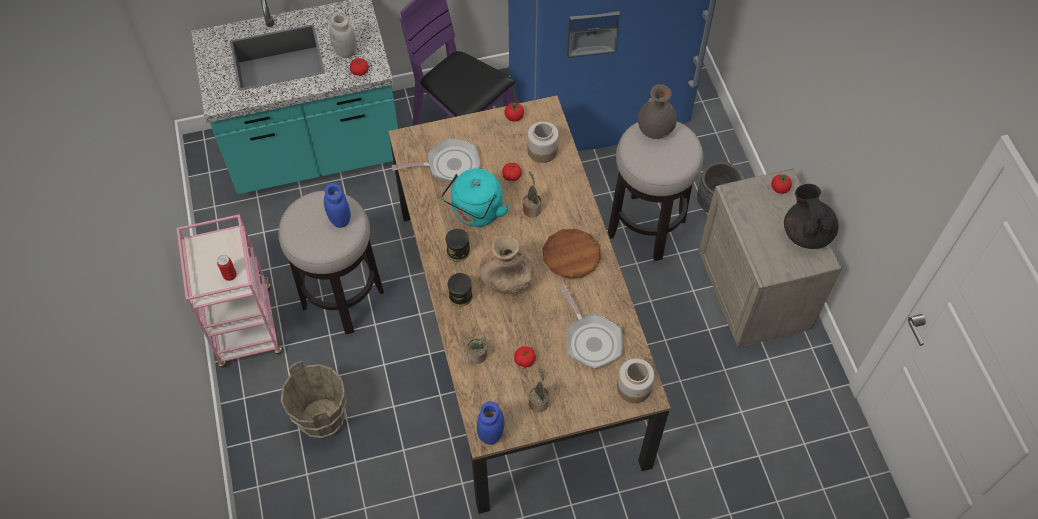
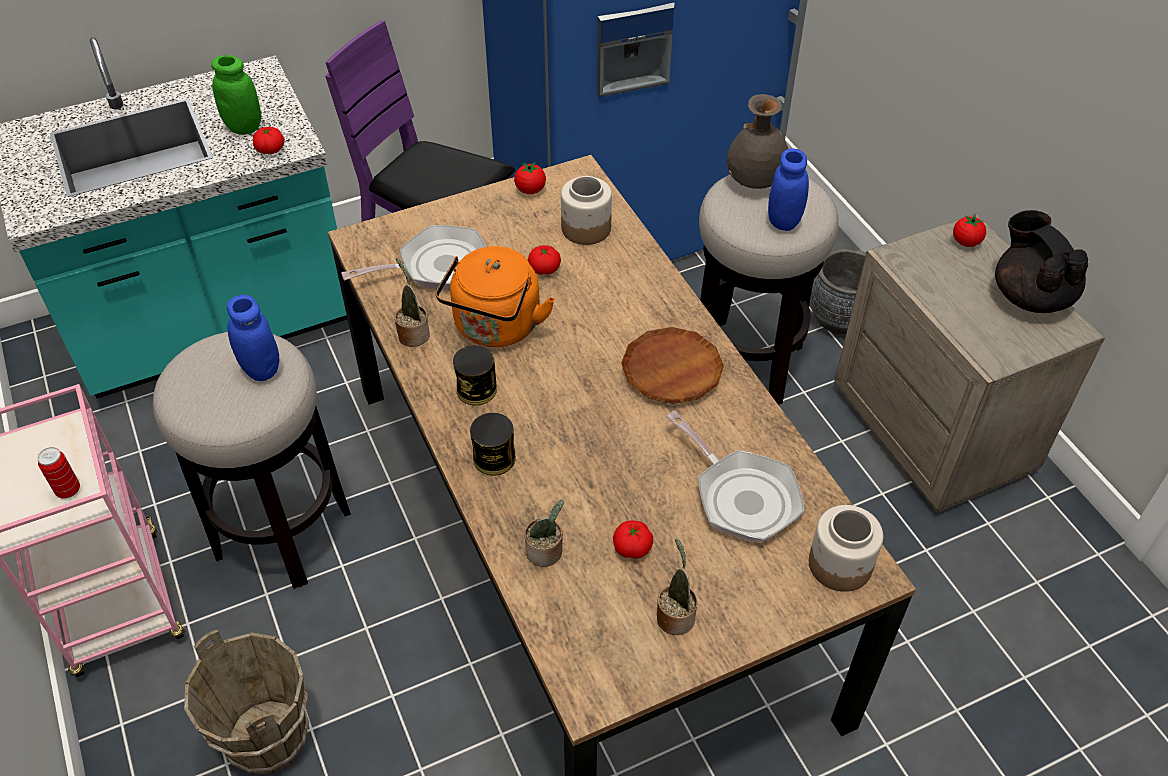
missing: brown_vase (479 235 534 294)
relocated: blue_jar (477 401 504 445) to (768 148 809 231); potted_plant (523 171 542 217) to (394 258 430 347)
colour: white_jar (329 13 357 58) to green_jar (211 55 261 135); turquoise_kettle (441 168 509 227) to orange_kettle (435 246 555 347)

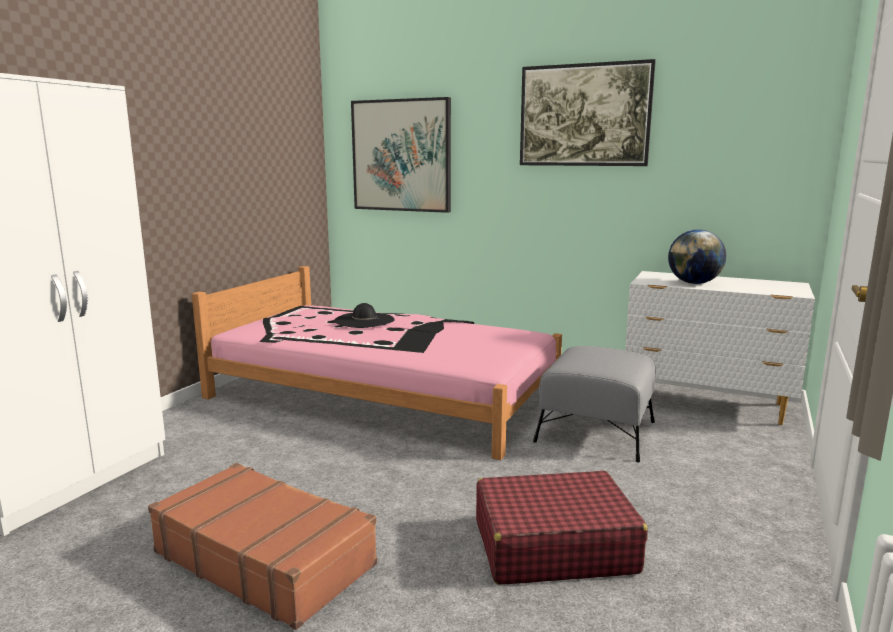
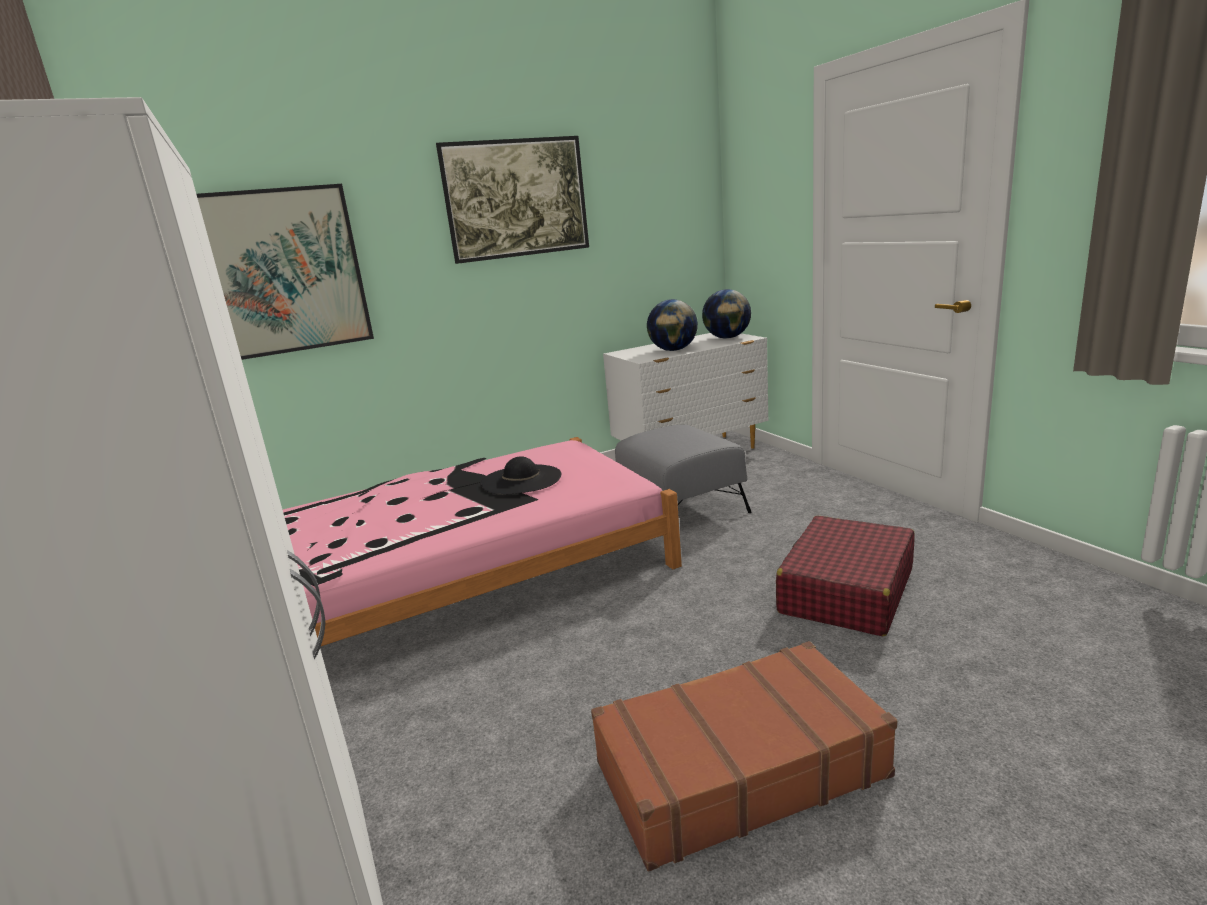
appeared: globe (702 289 751 339)
relocated: black_hat (334 303 395 328) to (480 456 561 495)

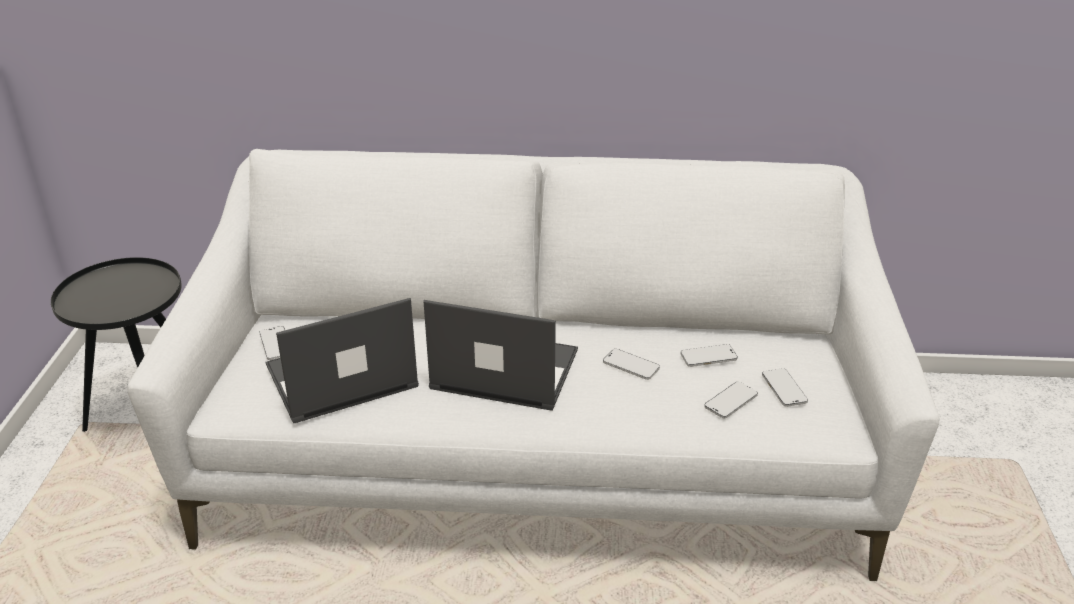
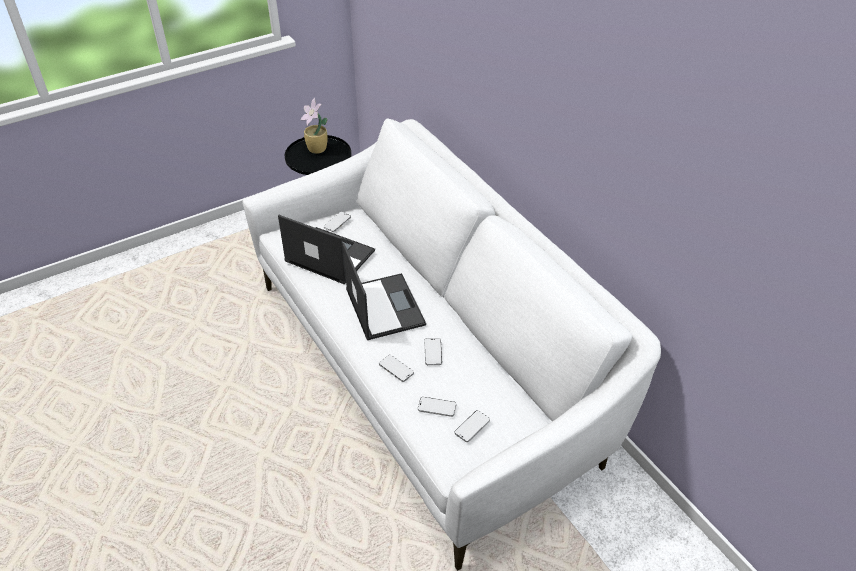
appeared: potted_plant (301 98 328 154)
relocated: phone (681 344 738 367) to (379 355 414 382)

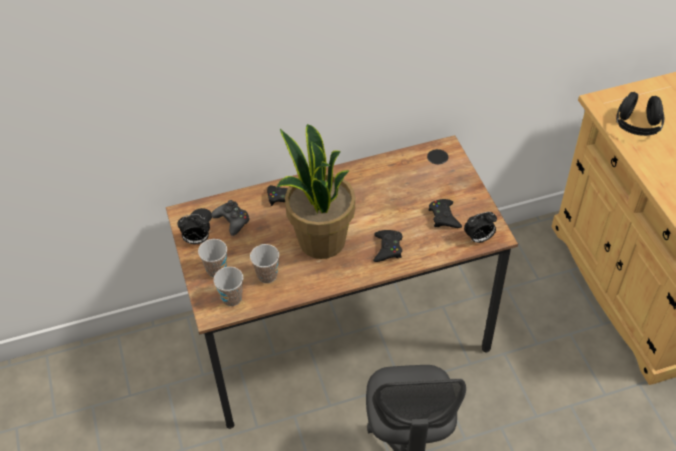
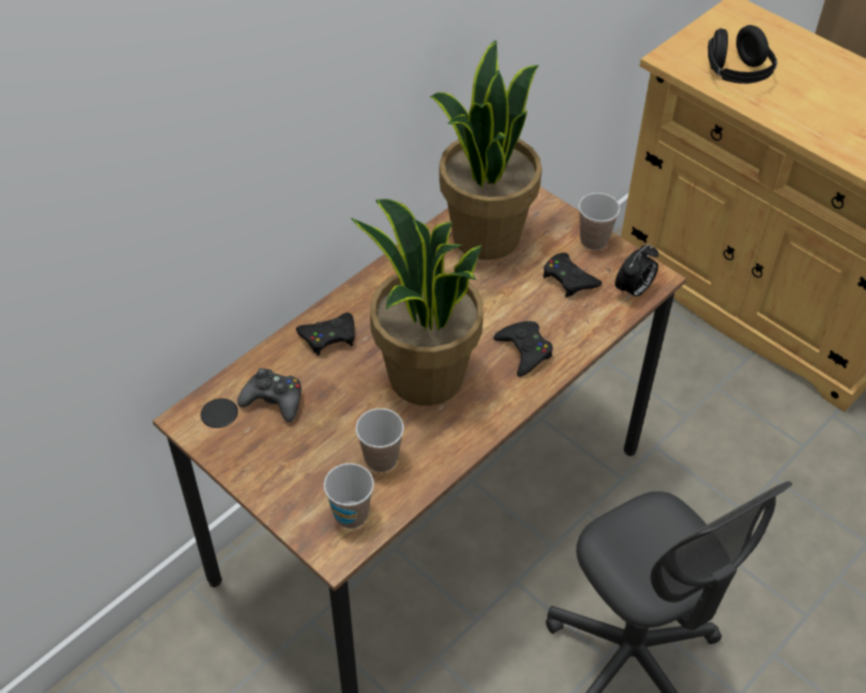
missing: alarm_clock (177 214 210 244)
appeared: potted_plant (430 40 542 260)
relocated: cup (198 239 227 278) to (579 193 620 250)

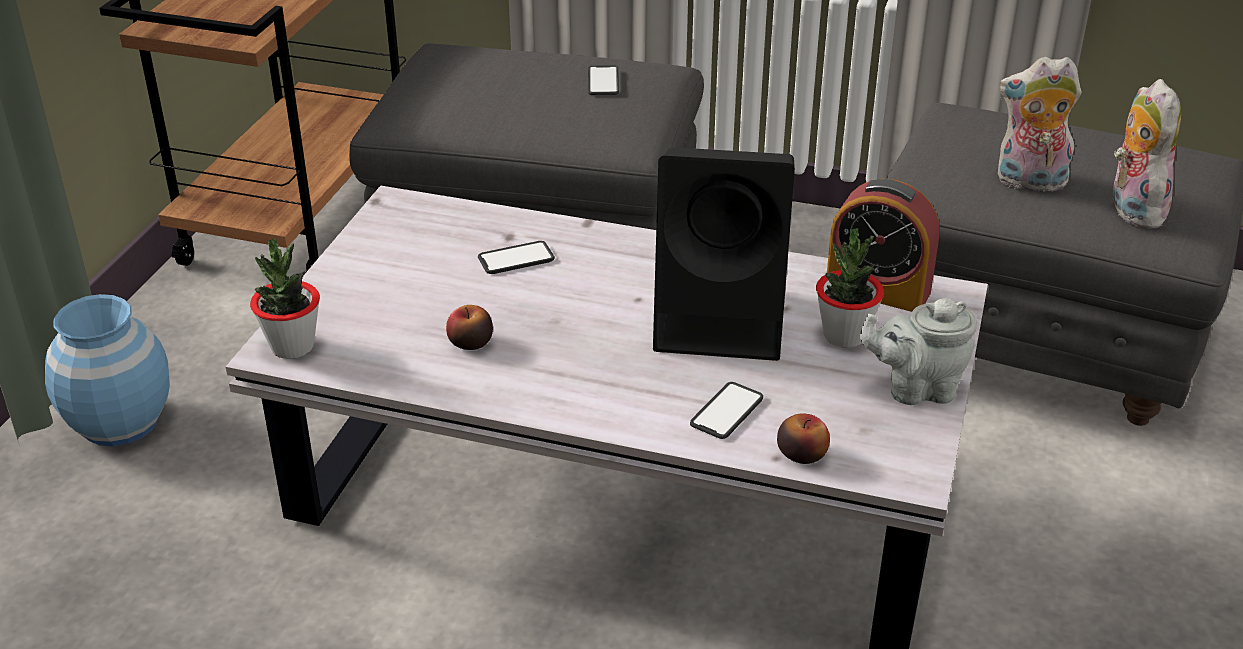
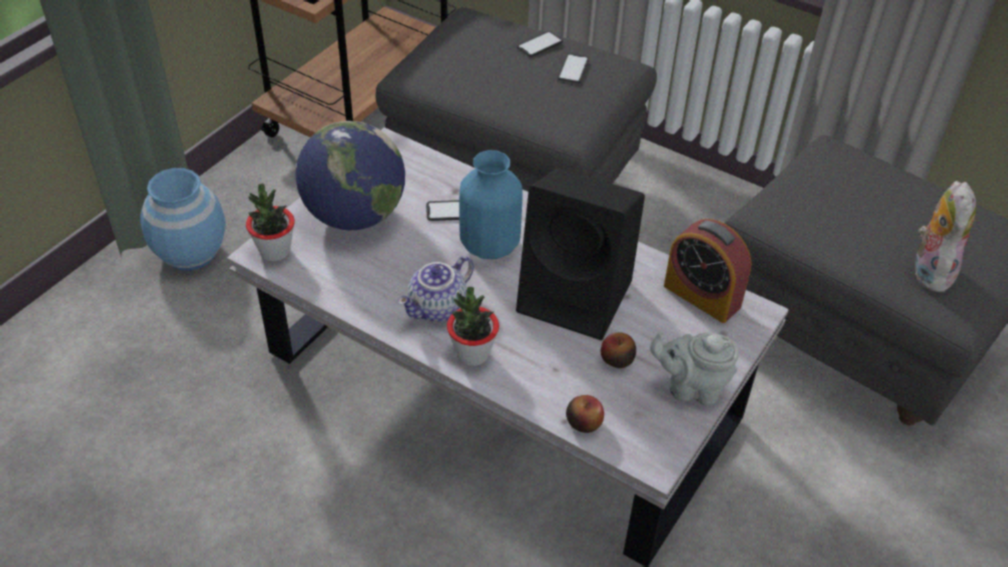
missing: plush_toy (998 57 1082 192)
appeared: globe (295 121 405 230); teapot (398 256 474 322); blue_vase (459 150 523 259)
relocated: apple (446 305 493 350) to (601 332 636 368); phone (690 382 763 439) to (517 31 563 57); potted_plant (816 228 884 348) to (447 287 499 366)

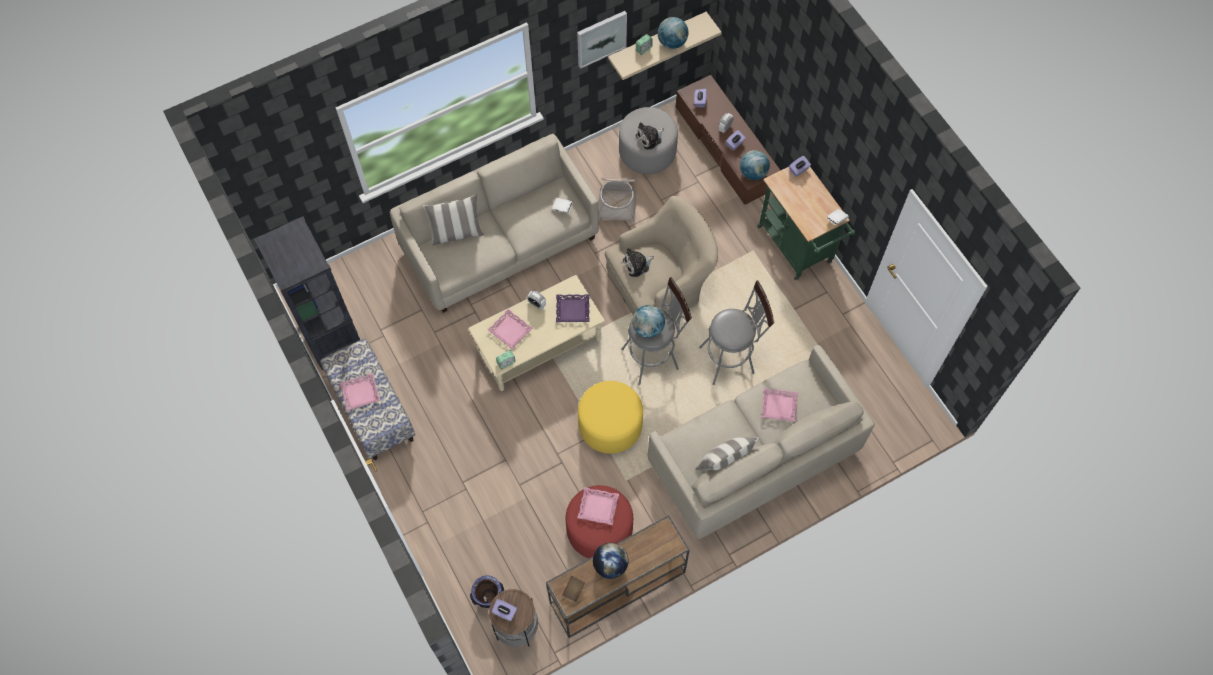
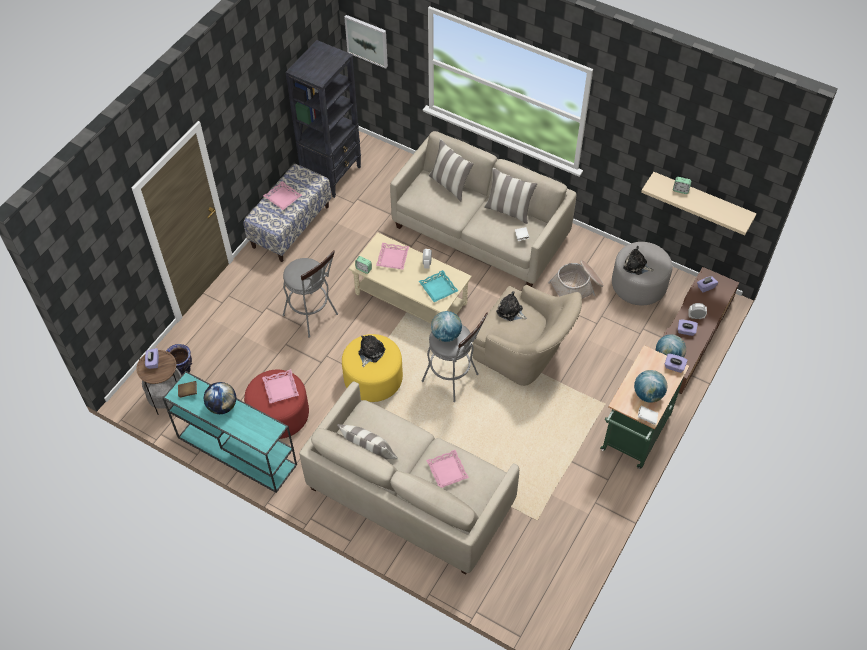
appeared: plush_toy (358 335 385 367); pillow (484 168 537 224)
relocated: picture (577 11 627 69) to (344 15 388 69); globe (658 17 688 49) to (634 370 667 403); grey_stool (699 280 775 385) to (283 250 338 338)
colour: brown_console_table (546 515 690 638) to turquoise_console_table (163 371 297 493); purple_tray (556 294 590 322) to turquoise_tray (419 270 458 302)

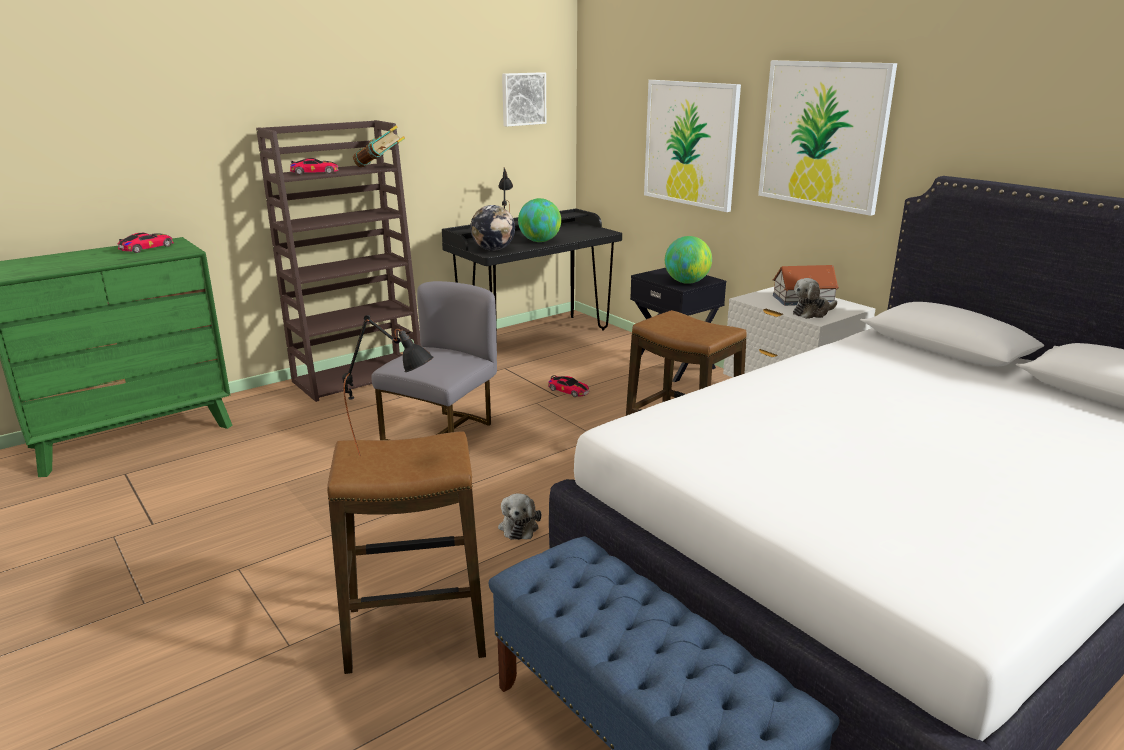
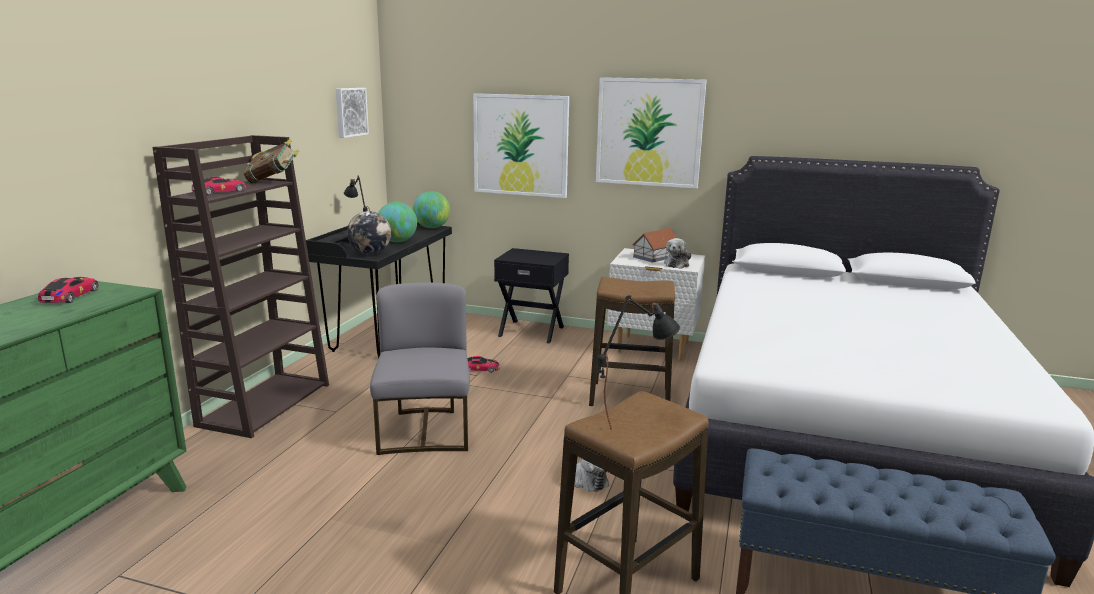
relocated: globe (665 236 712 284) to (413 191 450 228)

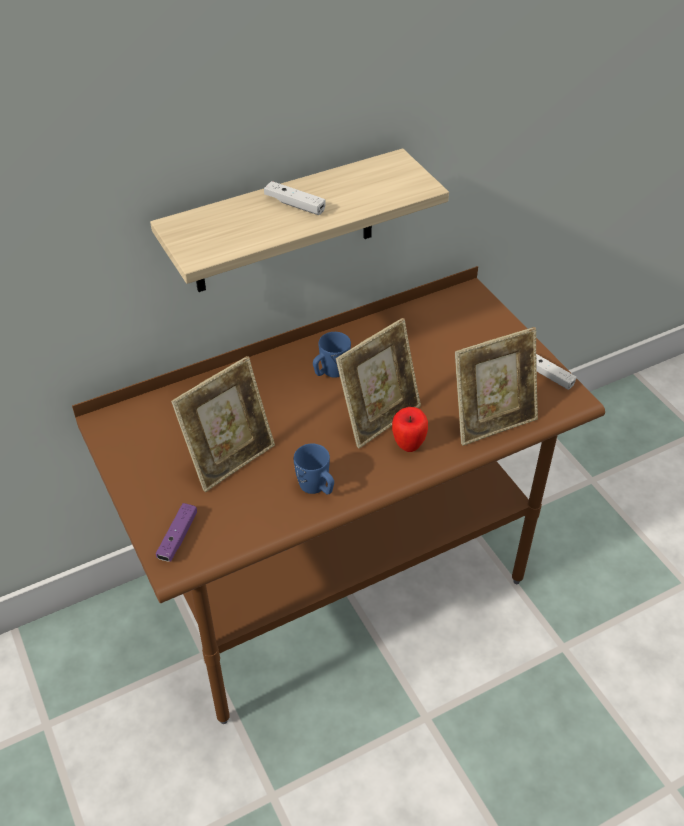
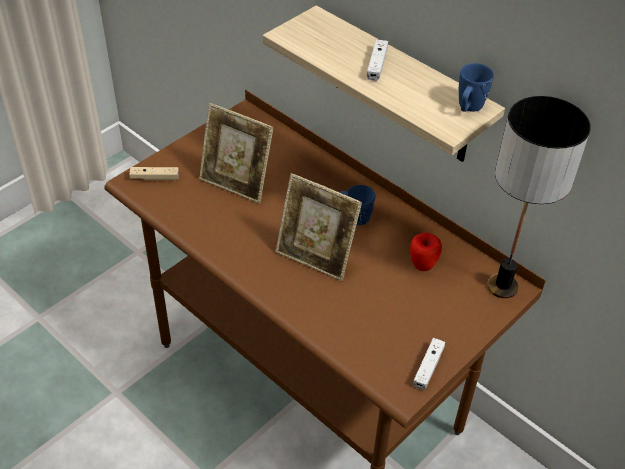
missing: picture_frame (455 327 538 446)
appeared: table_lamp (487 96 591 298)
relocated: blue_mug (294 444 334 495) to (459 63 494 112); apple (392 407 428 452) to (410 233 442 271)
colour: purple_game_controller (156 503 197 562) to beige_game_controller (129 167 179 180)

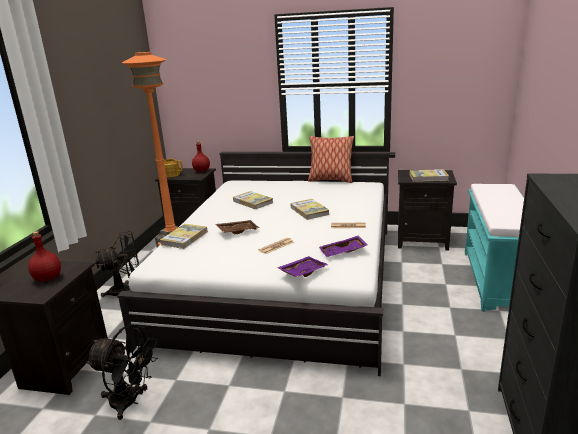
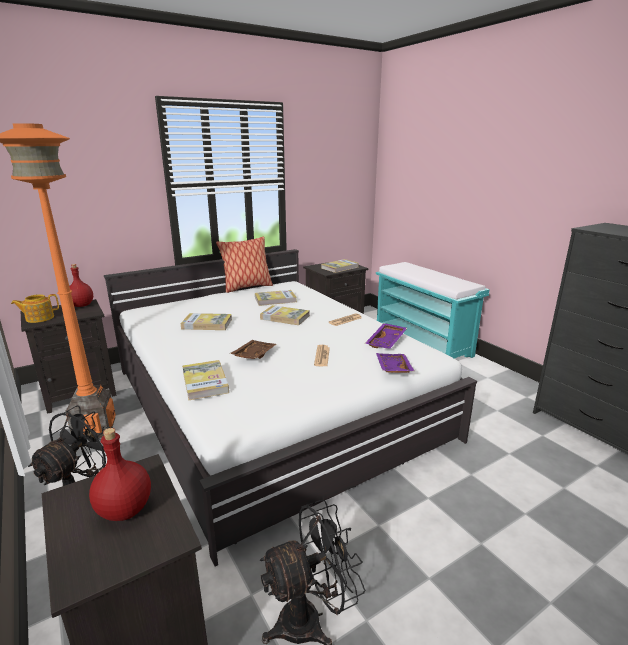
appeared: book (255 290 297 306)

